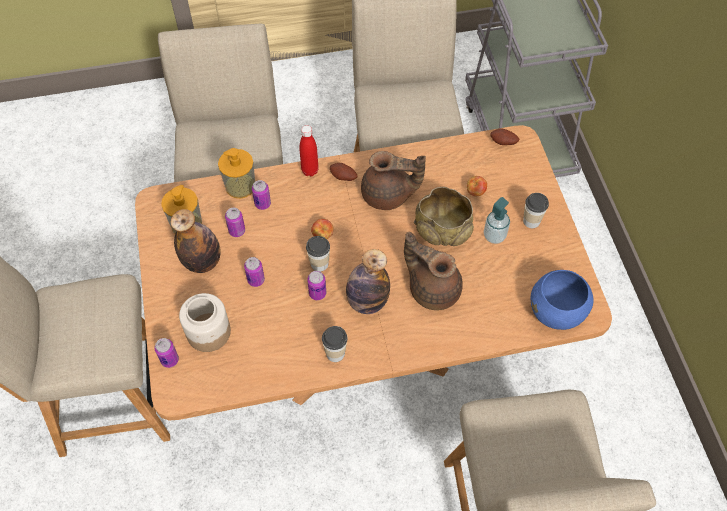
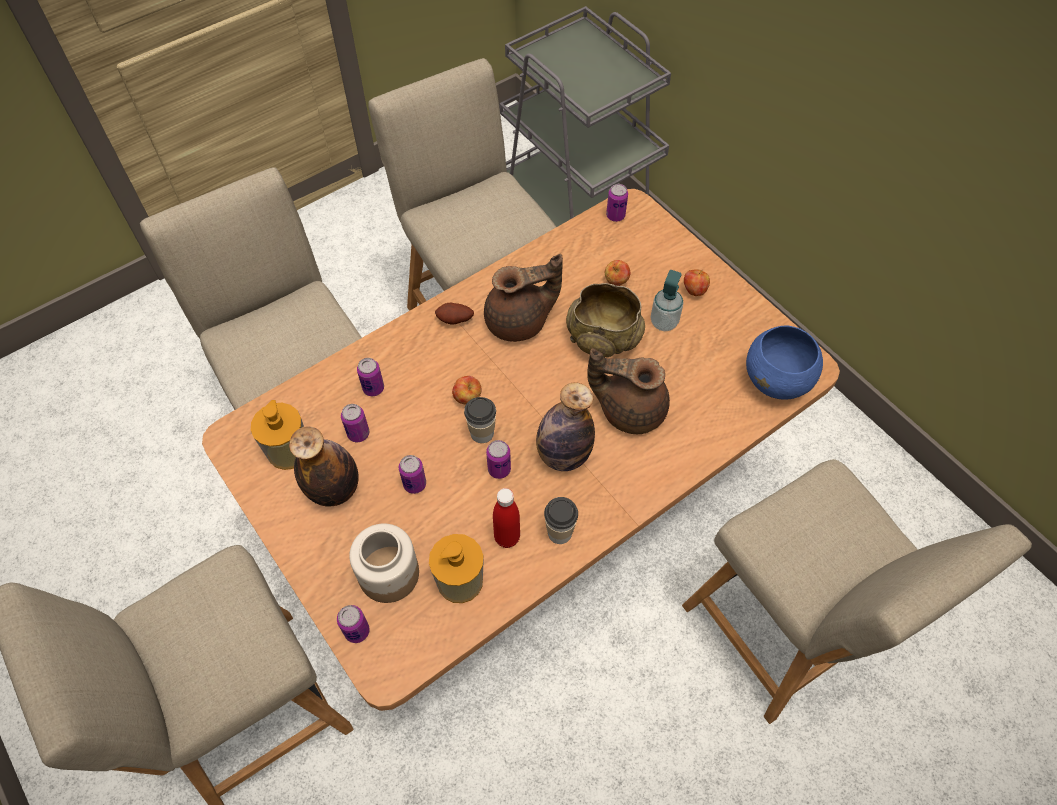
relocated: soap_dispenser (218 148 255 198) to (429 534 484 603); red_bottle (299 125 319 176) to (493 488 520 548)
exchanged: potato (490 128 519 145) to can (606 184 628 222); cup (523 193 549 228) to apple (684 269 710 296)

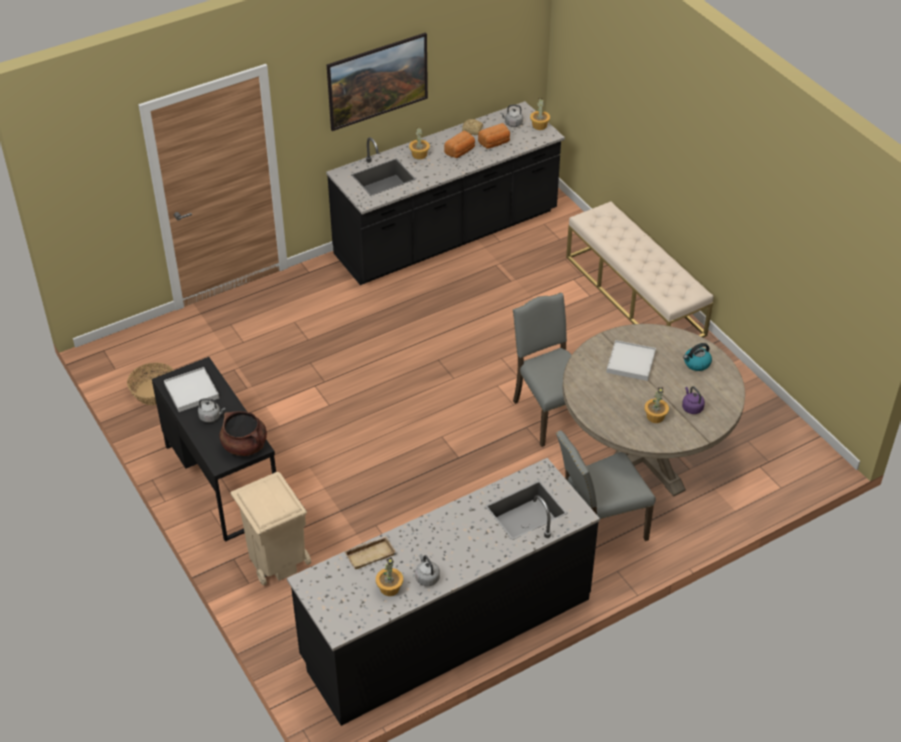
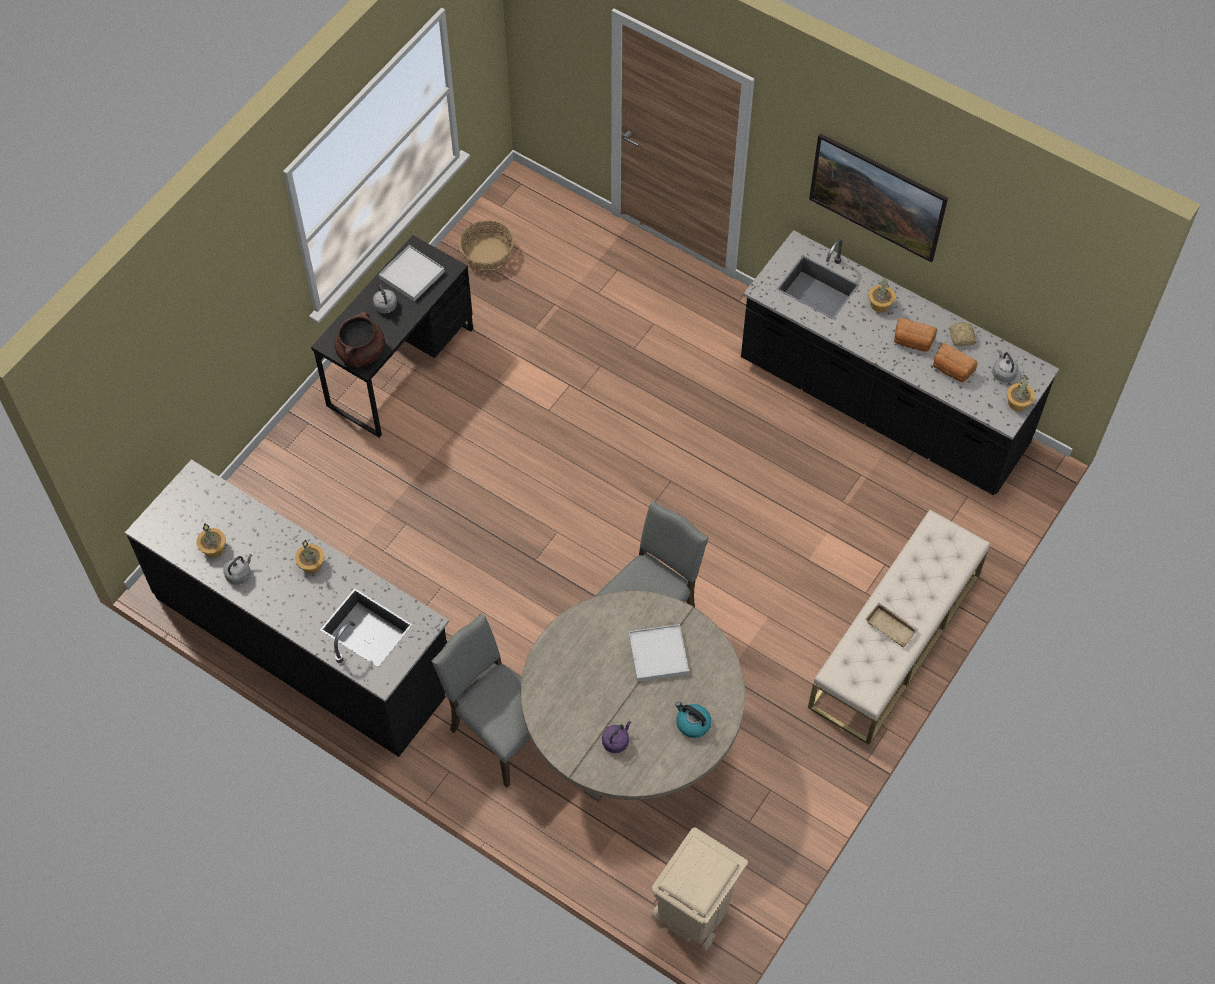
relocated: beige_trash_can (231 472 311 585) to (651 827 748 952); beige_tray (344 536 396 569) to (865 603 919 647); potted_plant (644 387 669 423) to (295 540 325 574)

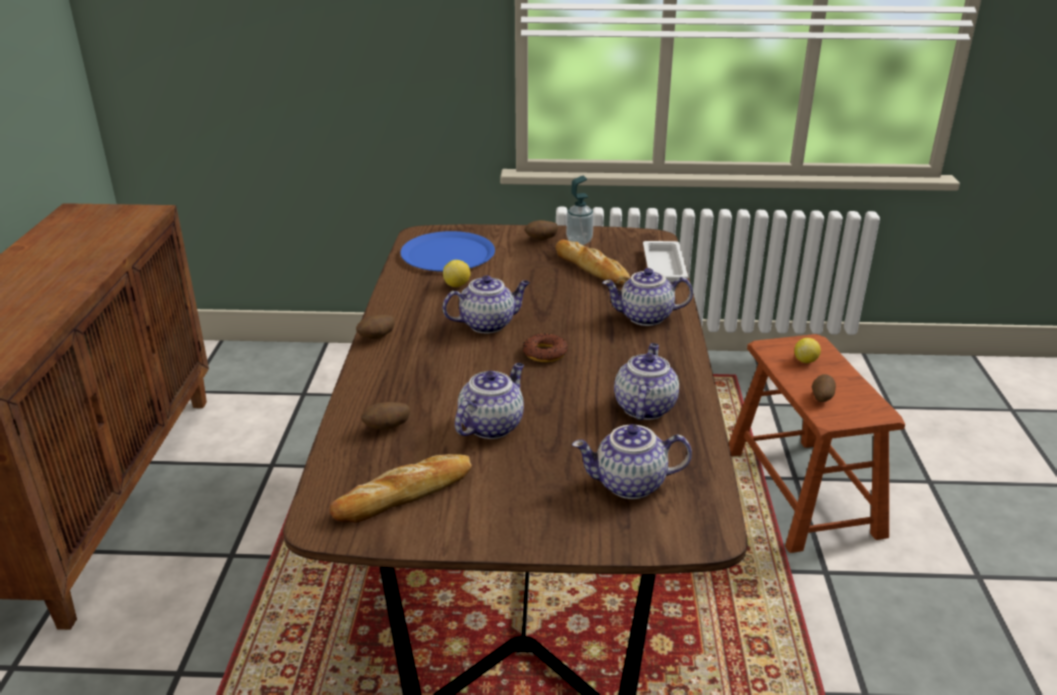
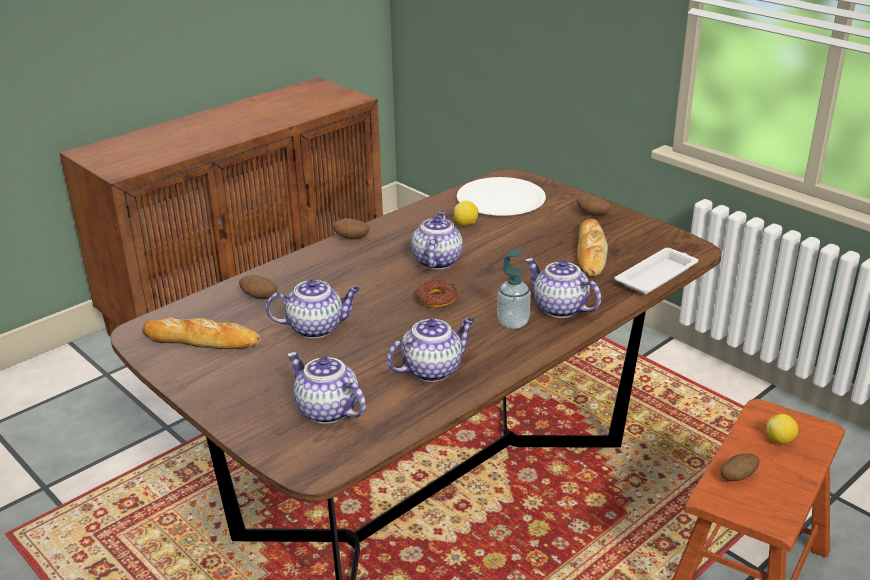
relocated: soap_dispenser (566 176 594 245) to (497 249 531 329)
colour: blue_plate (400 231 495 272) to white_plate (457 177 546 216)
spun: teapot (443 275 530 333) = (411 211 463 270) 105 degrees counterclockwise

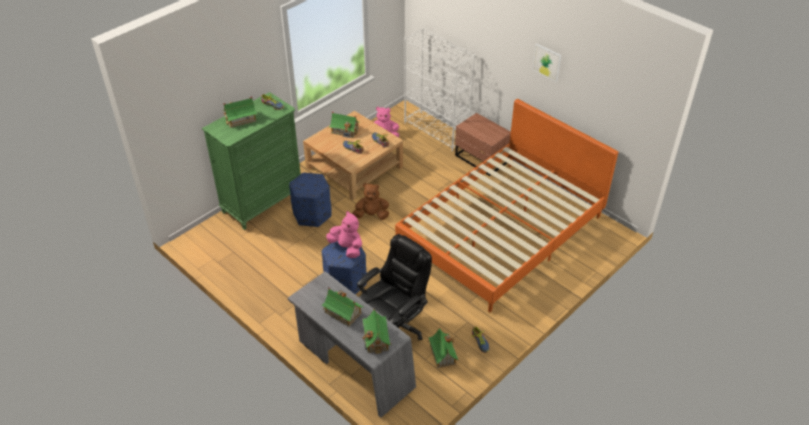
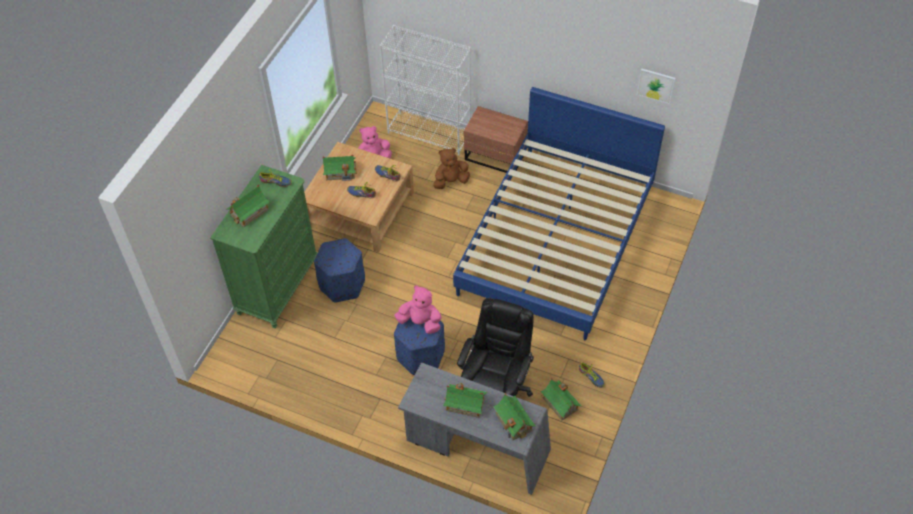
relocated: brown_plush_toy (352 183 389 220) to (433 148 470 189); picture (532 44 562 82) to (637 68 675 104)
colour: orange_bed (395 99 618 312) to blue_bed (453 87 665 340)

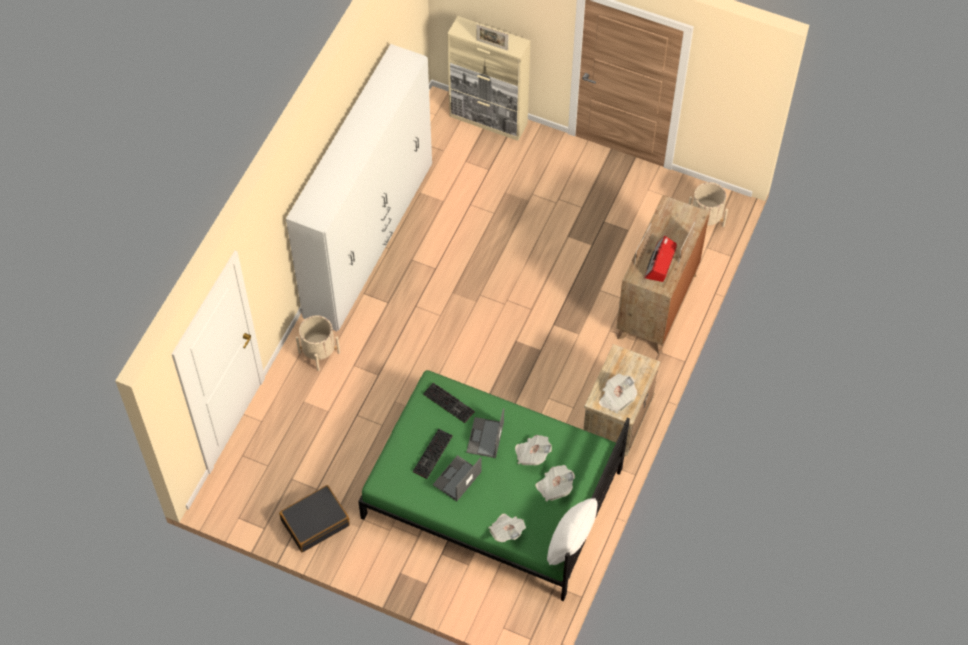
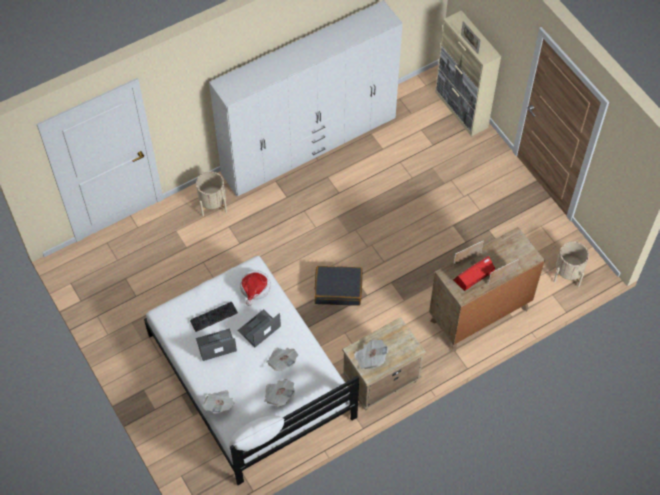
relocated: black_suitcase (279 485 350 552) to (314 266 362 306)
exchanged: keyboard (423 382 475 423) to hat (240 271 271 306)
colour: green_bed (358 370 630 601) to white_bed (144 256 359 485)

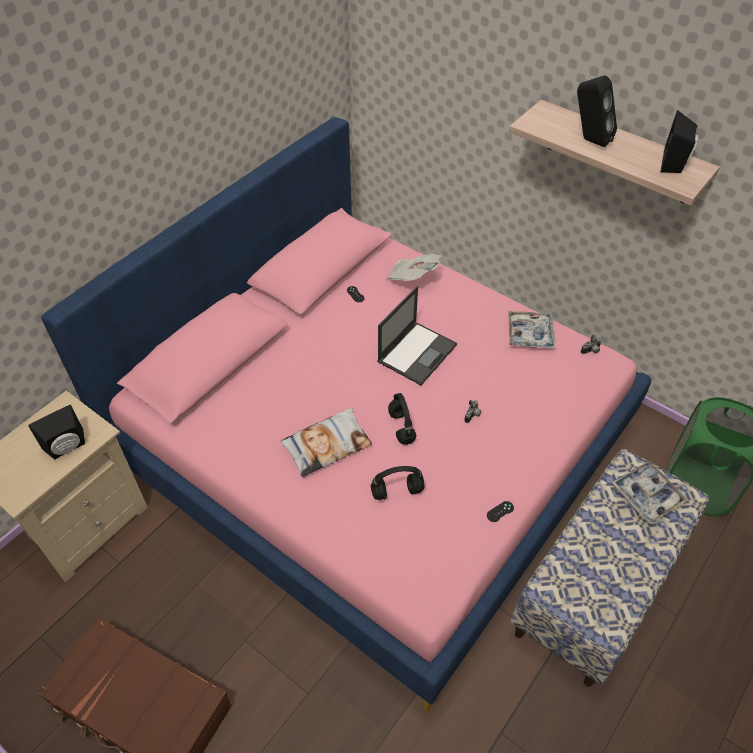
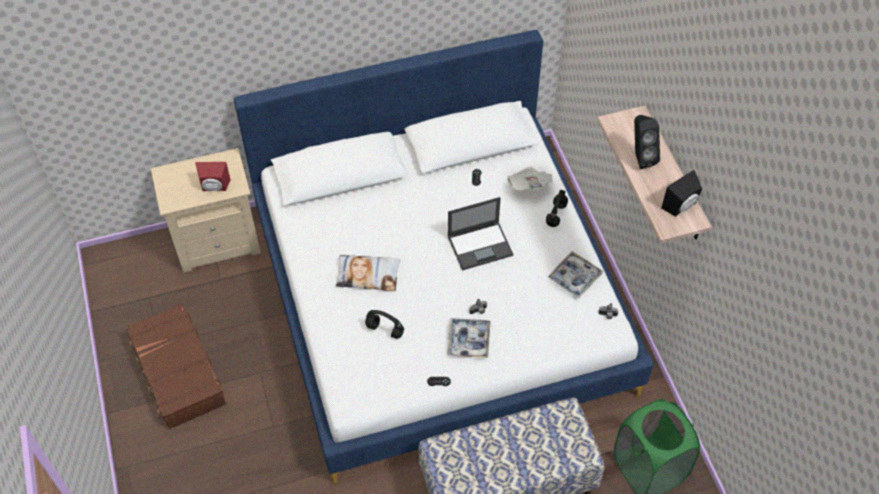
relocated: black_headphones (388 393 416 445) to (546 190 568 227); tray (611 461 688 523) to (447 318 491 358)
colour: black_speaker (28 405 85 459) to red_speaker (195 162 231 191); pink_bed (41 117 651 713) to white_bed (234 30 654 483)

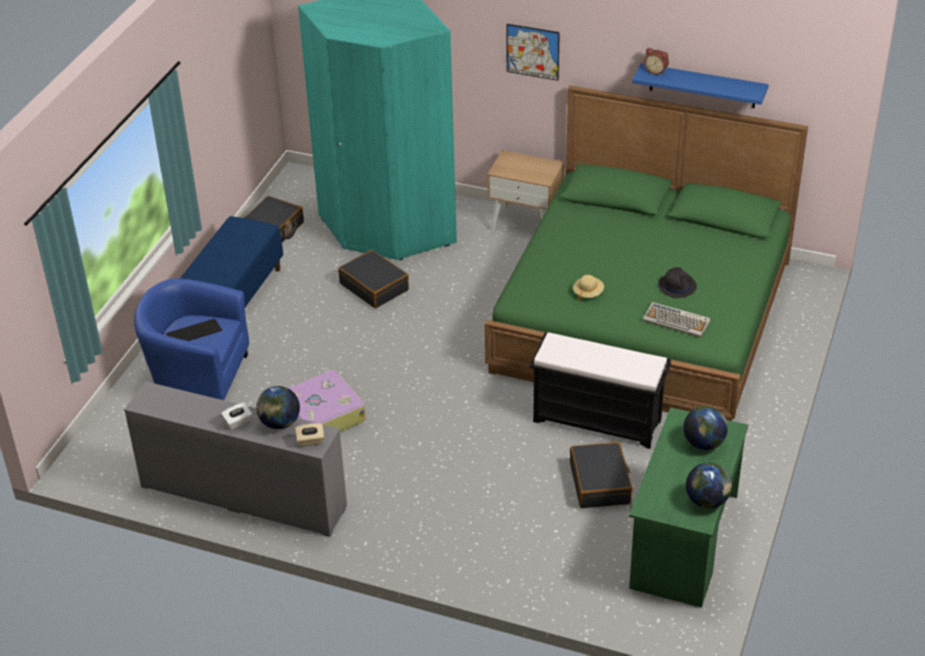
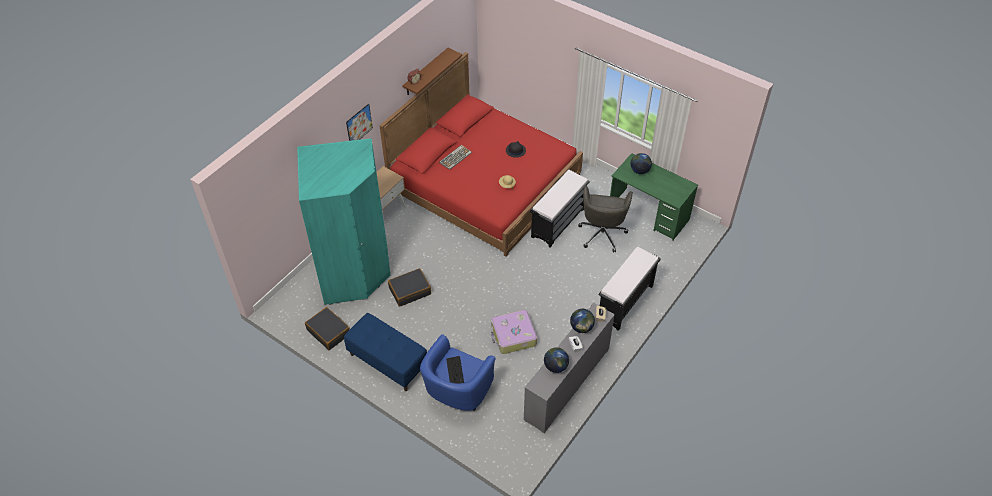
appeared: black_bench (598 247 661 331)
relocated: keyboard (643 302 711 337) to (439 145 472 170); globe (686 462 732 508) to (544 347 569 373)
exchanged: black_suitcase (570 442 632 508) to grey_office_chair (578 186 633 252)
colour: green_bed (485 85 808 421) to red_bed (379 52 583 257); blue_shelf (632 63 769 108) to brown_shelf (402 48 462 95)

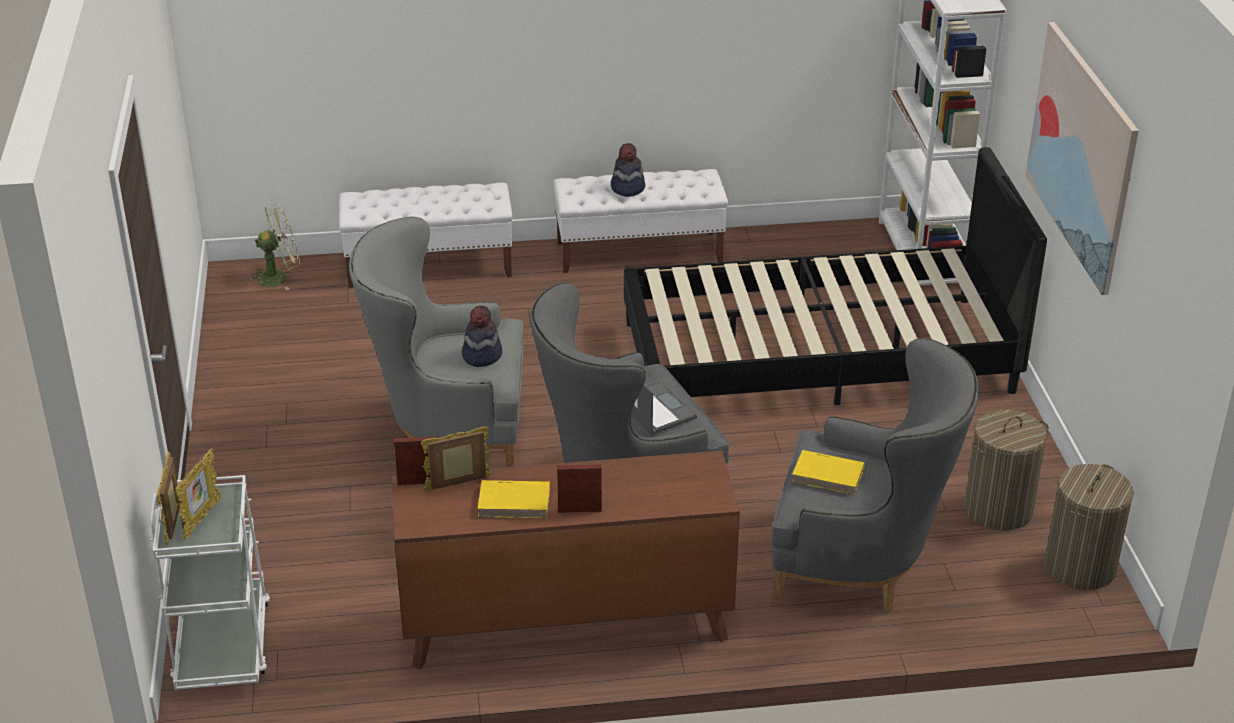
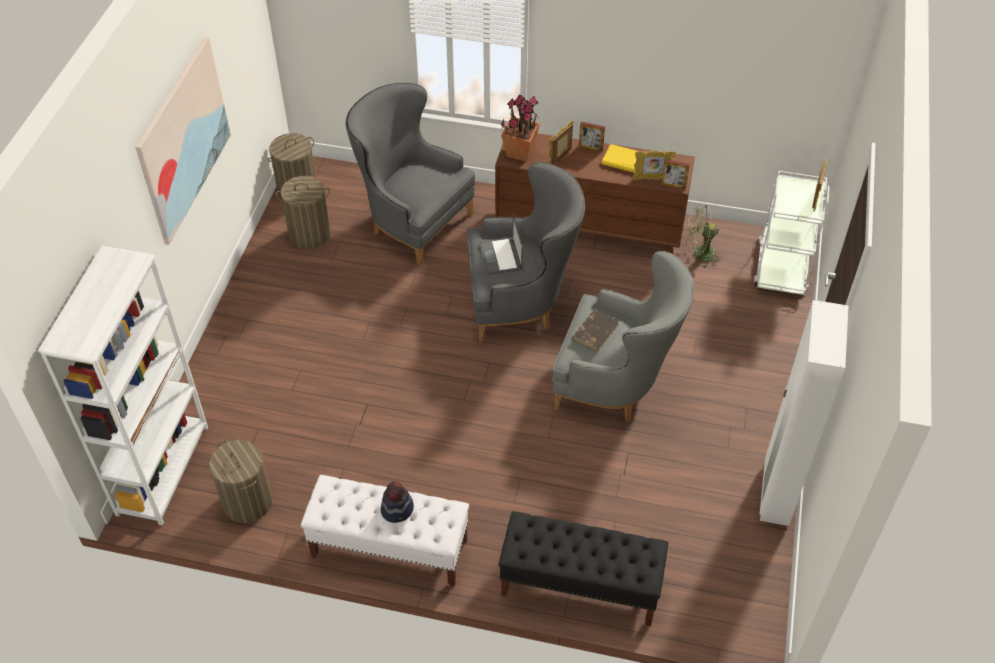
missing: black_bed (624 147 1047 405); yellow_book (792 450 865 495)
appeared: laundry_basket (209 440 273 523); potted_plant (501 94 540 162); white_wardrobe (760 300 849 526)
relocated: picture_frame (175 449 221 539) to (548 120 573 164); green_fan (248 204 300 290) to (686 205 723 268)
exchanged: hat (462 306 503 367) to brown_book (572 310 619 352)
colour: white_bench (339 183 512 288) to black_bench (499 511 668 626)

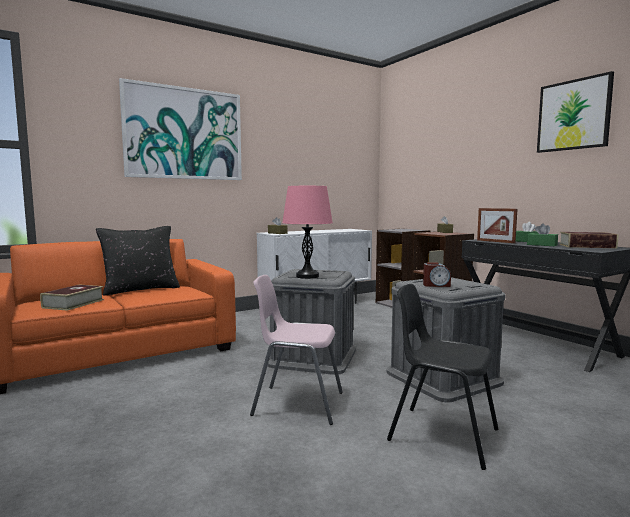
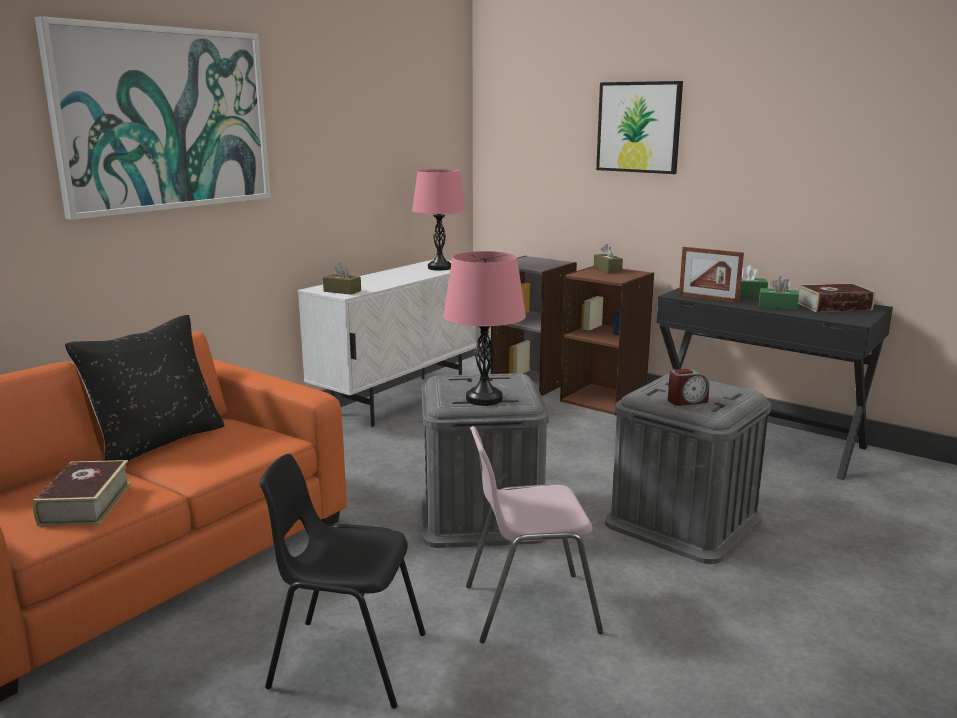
appeared: pink_table_lamp (412 169 466 270)
relocated: black_chair (387 284 498 470) to (259 454 426 709); picture (537 71 614 153) to (596 81 683 174)

